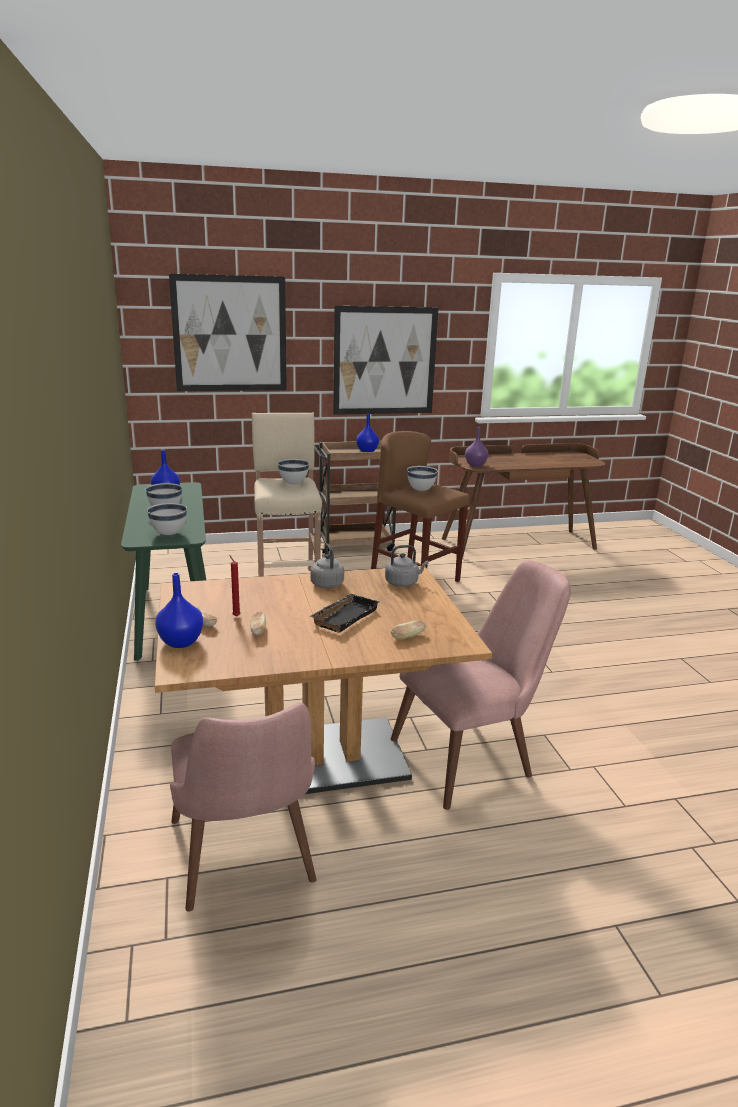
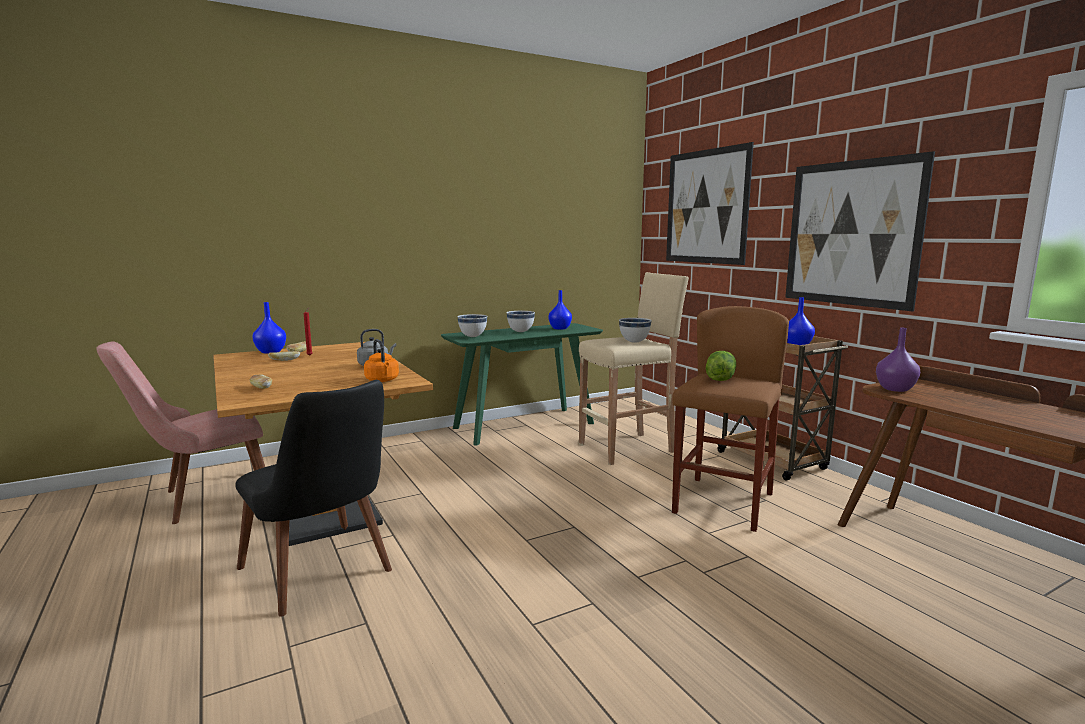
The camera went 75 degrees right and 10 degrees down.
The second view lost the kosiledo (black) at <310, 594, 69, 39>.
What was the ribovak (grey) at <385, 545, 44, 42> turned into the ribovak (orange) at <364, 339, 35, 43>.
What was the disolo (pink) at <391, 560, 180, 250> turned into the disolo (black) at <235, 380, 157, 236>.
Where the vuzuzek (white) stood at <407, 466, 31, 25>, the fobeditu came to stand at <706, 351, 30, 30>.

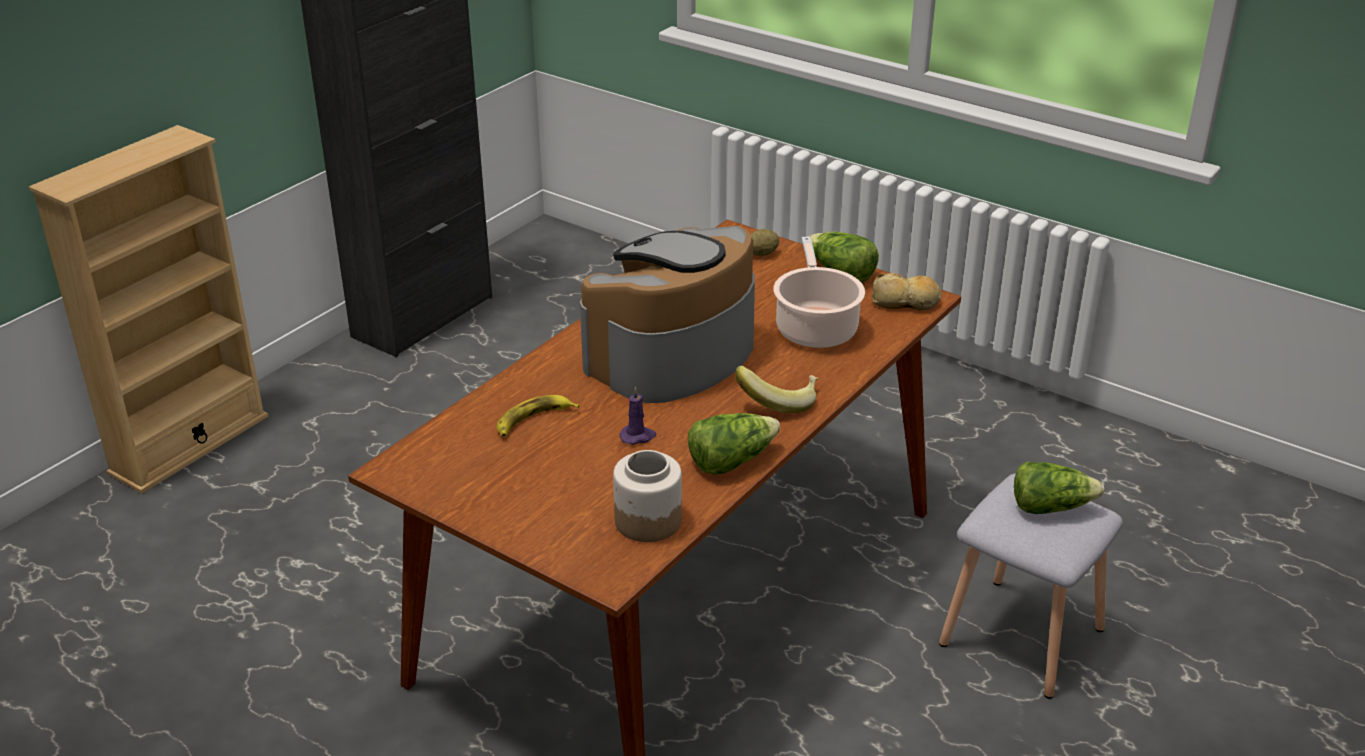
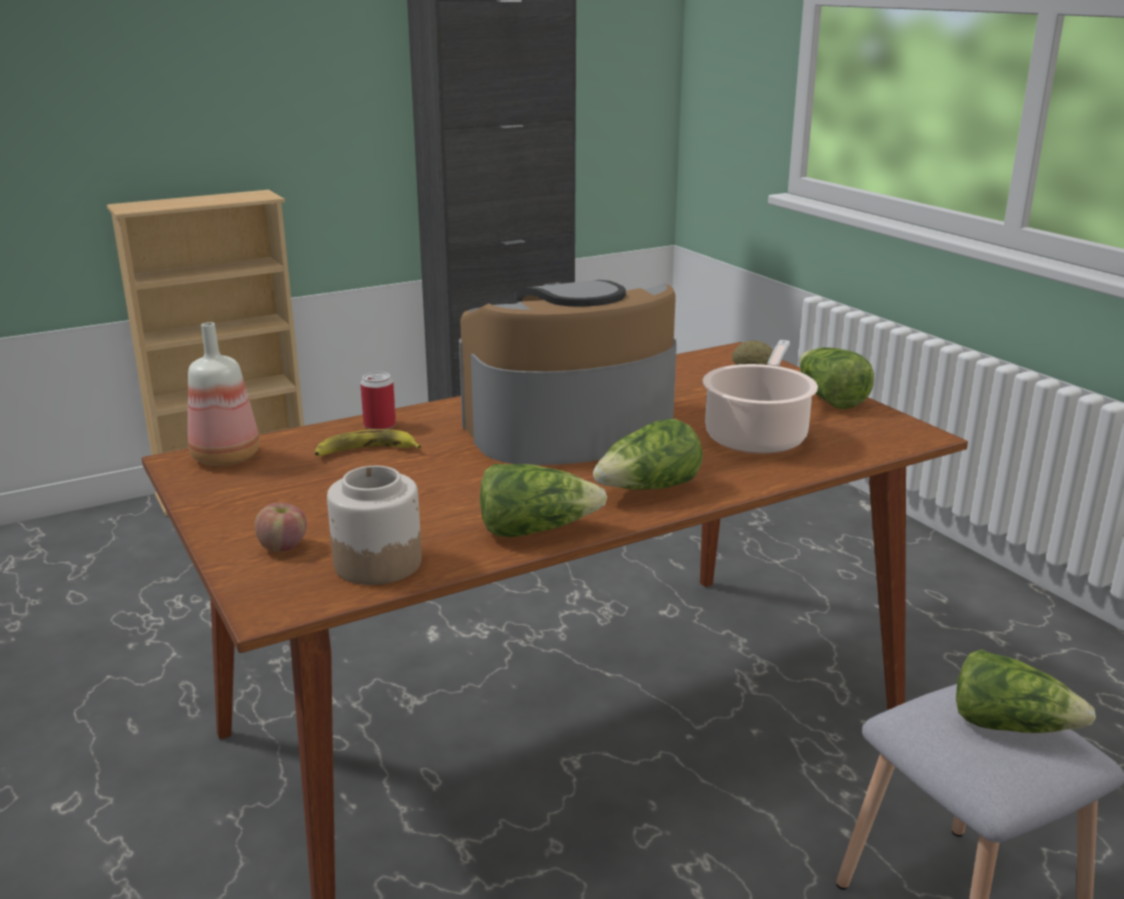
The camera went 25 degrees right and 10 degrees down.
The second view lost the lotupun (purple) at <619, 387, 37, 58>.
Where the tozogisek stood at <735, 366, 83, 47>, the fobeditu came to stand at <593, 419, 110, 71>.
The second view lost the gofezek at <872, 273, 70, 37>.
The second view gained the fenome at <188, 322, 72, 144>.
The second view gained the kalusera at <255, 503, 52, 49>.
The second view gained the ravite at <360, 371, 36, 59>.

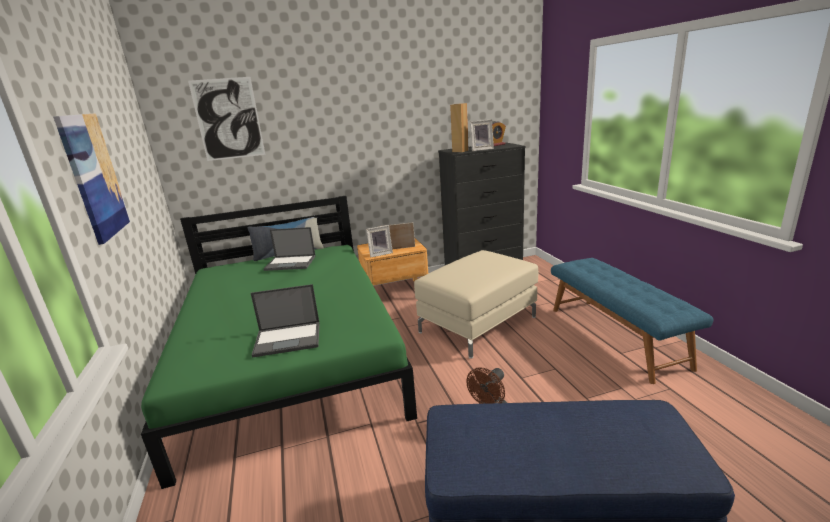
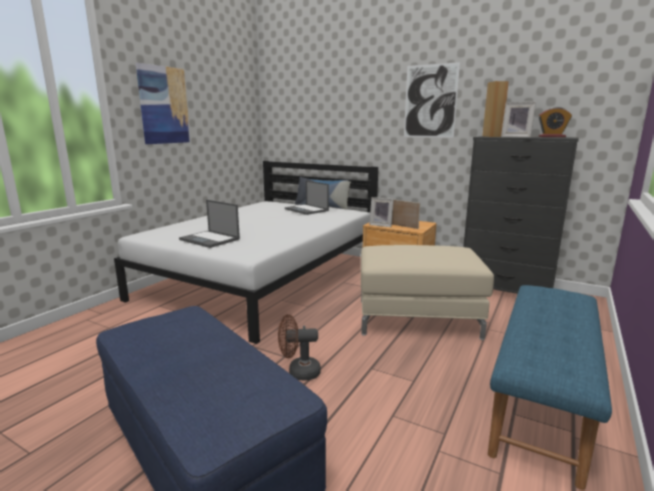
The camera went 45 degrees right and 5 degrees down.
What was the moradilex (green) at <141, 196, 276, 293> turned into the moradilex (white) at <114, 161, 264, 183>.
The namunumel ended up elsewhere, having gone from <188, 77, 77, 84> to <404, 62, 56, 76>.

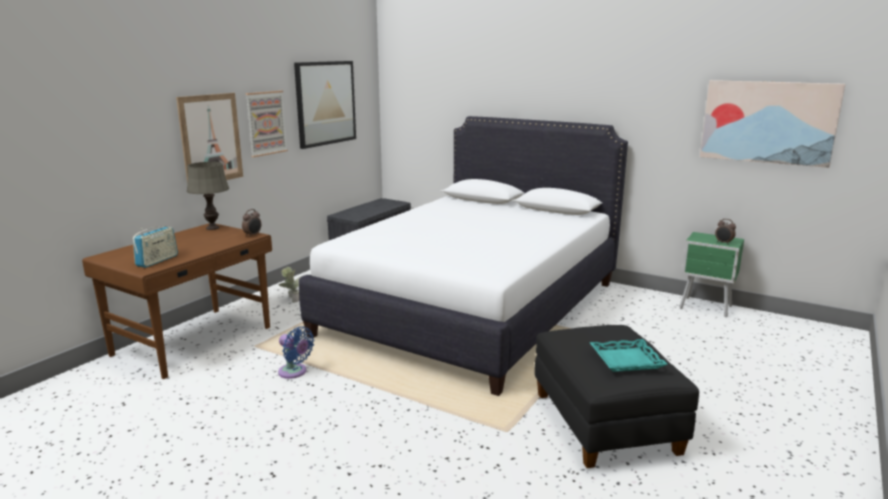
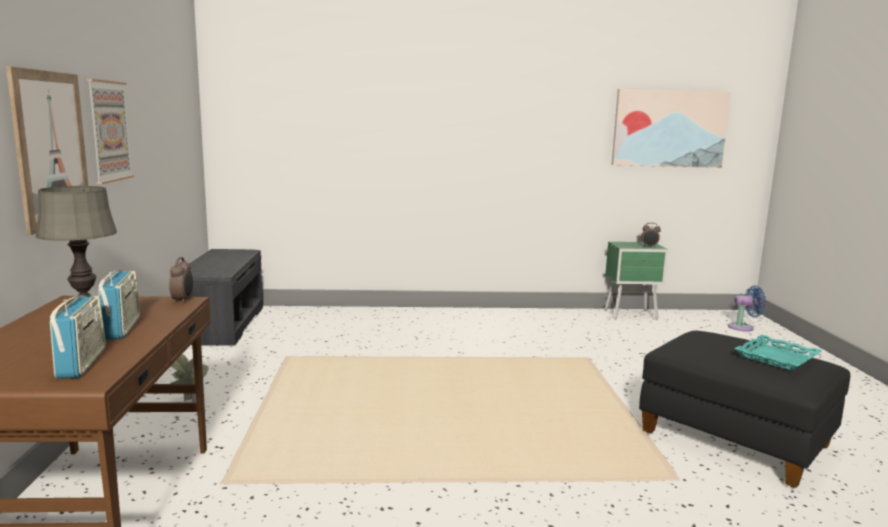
The camera went 35 degrees left and 5 degrees down.
The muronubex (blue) ended up elsewhere, having gone from <278, 327, 36, 52> to <728, 285, 38, 47>.
The second view lost the namunumel at <294, 61, 62, 88>.
The second view lost the moradilex (white) at <299, 116, 329, 280>.
The second view gained the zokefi at <98, 270, 42, 70>.

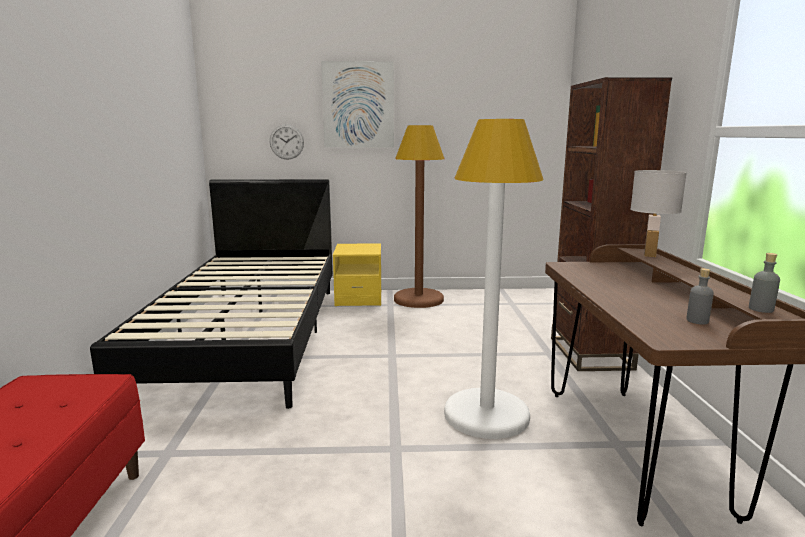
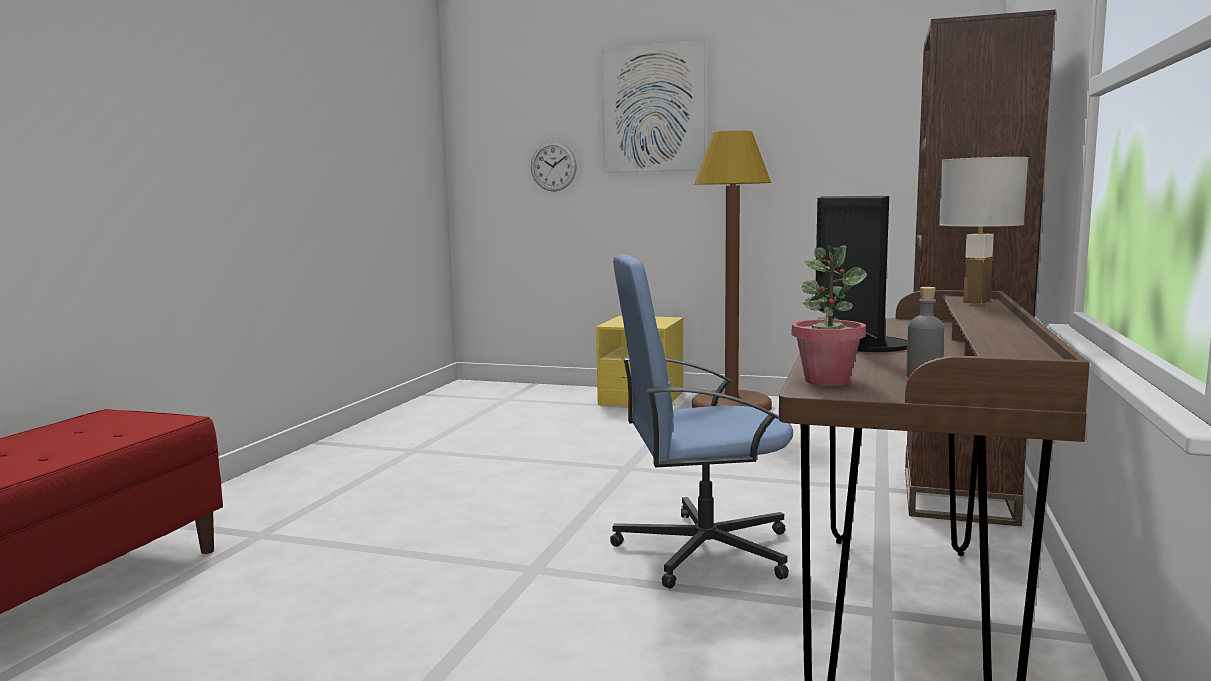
The camera went 20 degrees right and 5 degrees down.
The second view lost the moradilex (black) at <90, 179, 243, 230>.
Where the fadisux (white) stood at <444, 119, 100, 320>, the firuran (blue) came to stand at <610, 254, 183, 335>.
The second view lost the fenome (grey) at <749, 253, 31, 60>.
The second view gained the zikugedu at <792, 245, 75, 141>.
The second view gained the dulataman at <815, 196, 92, 156>.

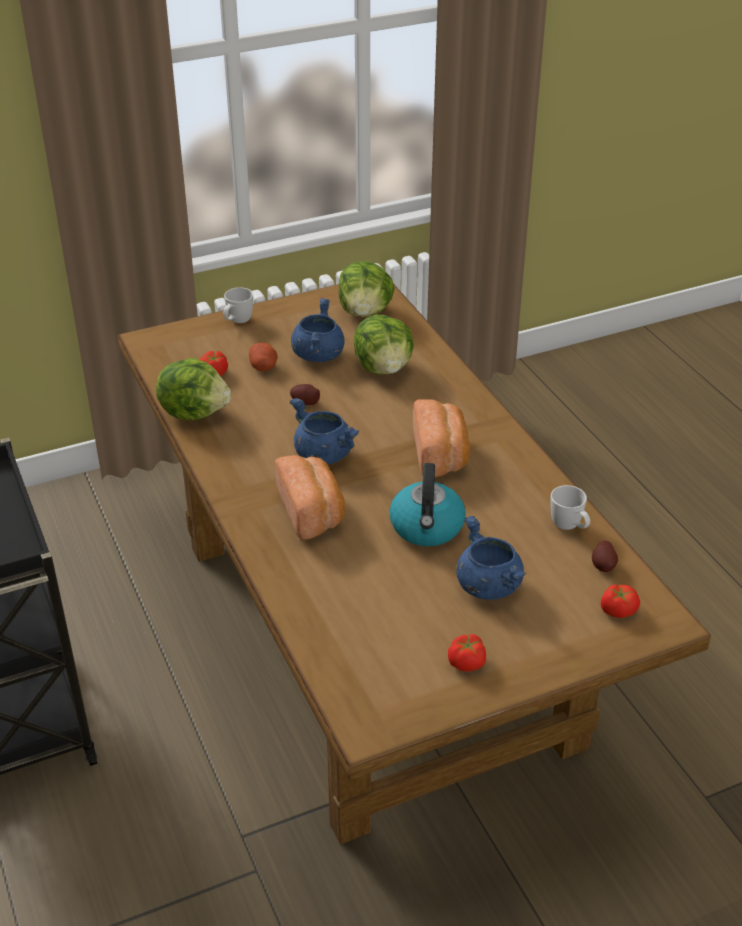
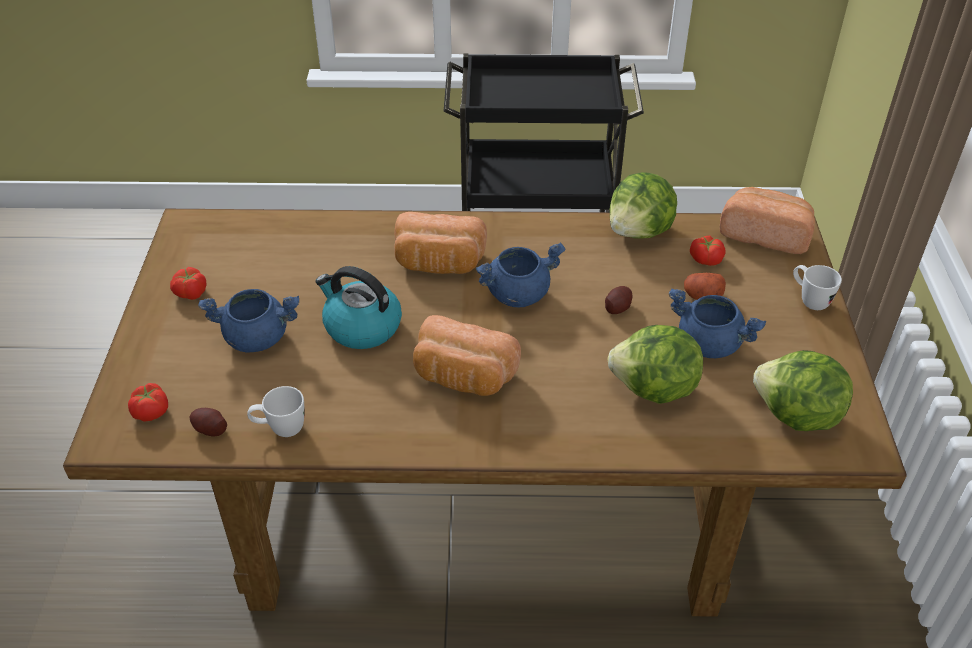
The camera went 115 degrees right and 5 degrees up.
The second view gained the gofezek at <720, 187, 95, 67>.

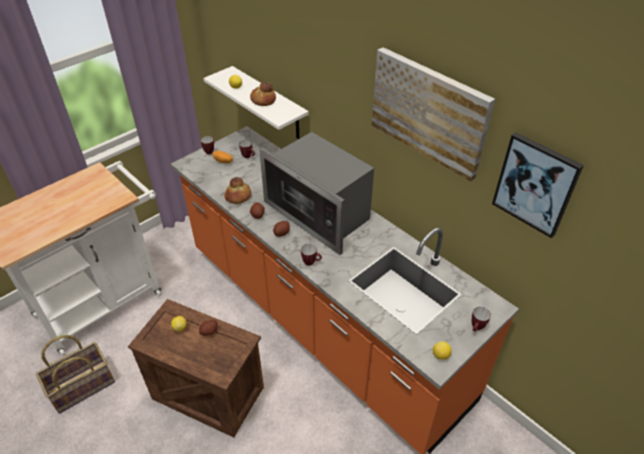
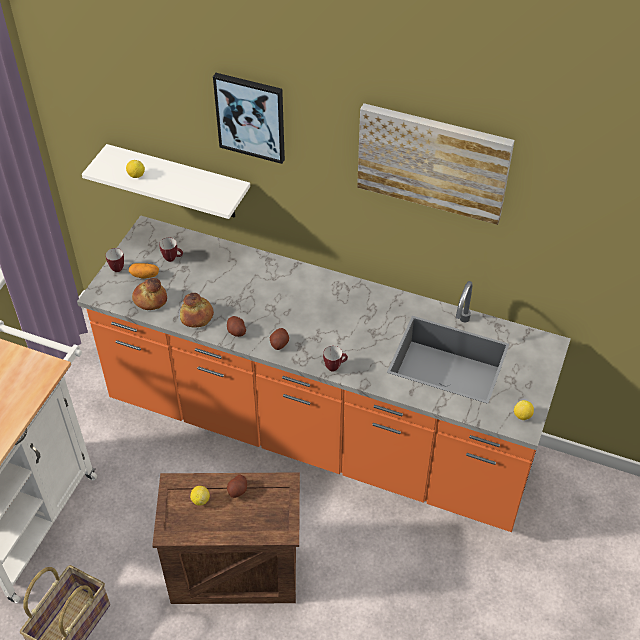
The camera went 25 degrees left and 5 degrees up.
The gofezek ended up elsewhere, having gone from <250, 82, 26, 24> to <132, 278, 35, 32>.
The second view lost the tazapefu at <259, 132, 115, 123>.
The second view lost the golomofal at <472, 307, 19, 25>.
The namunumel ended up elsewhere, having gone from <492, 132, 92, 106> to <213, 73, 72, 91>.

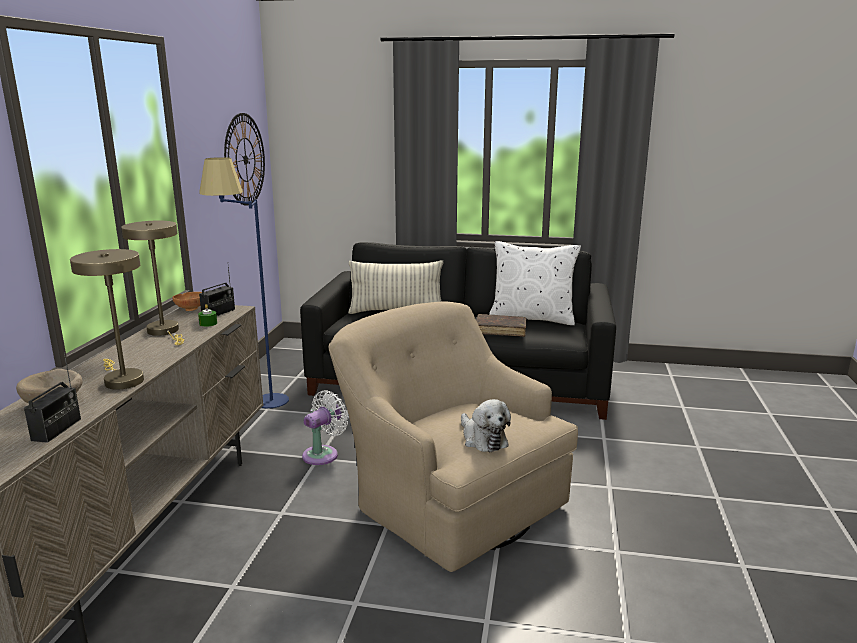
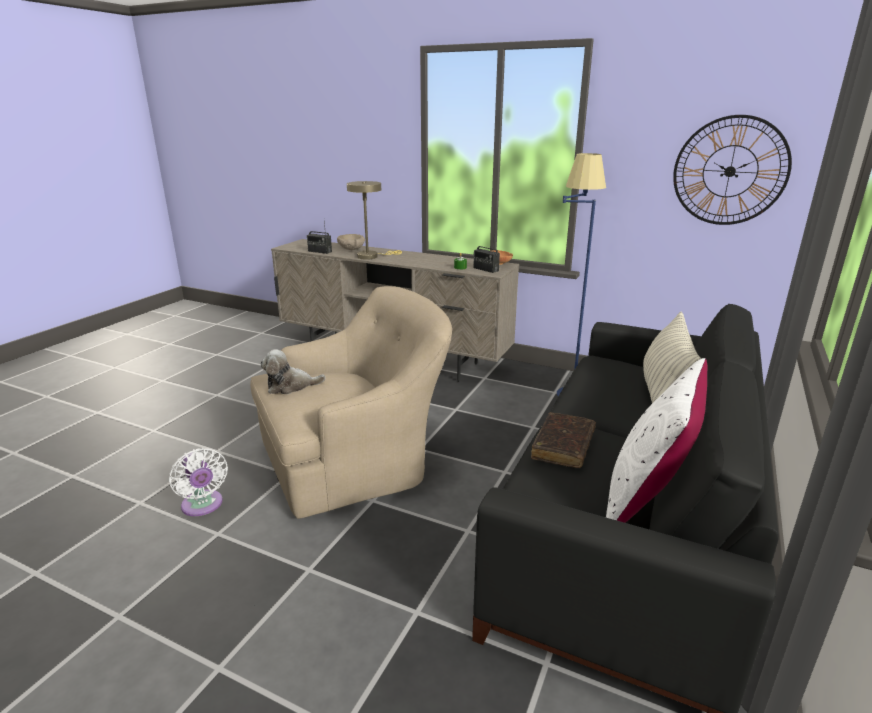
The camera went 105 degrees right and 5 degrees up.
The second view lost the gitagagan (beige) at <121, 221, 63, 124>.
The muronubex (white) ended up elsewhere, having gone from <302, 390, 47, 75> to <169, 448, 59, 68>.

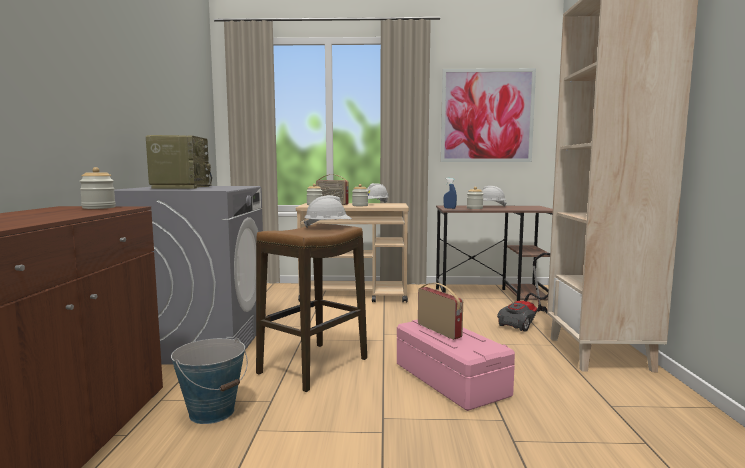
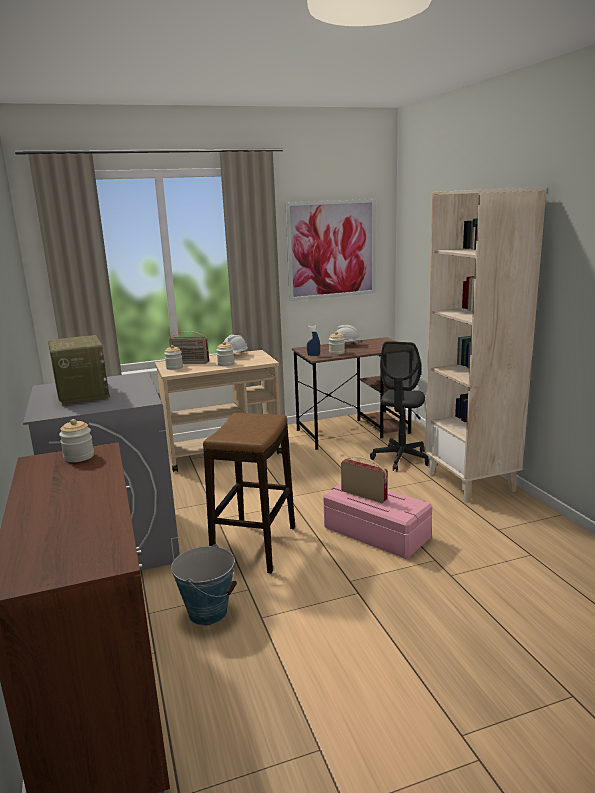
The camera went 20 degrees left and 10 degrees up.
The second view lost the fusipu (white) at <304, 195, 48, 33>.
Where the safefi stood at <497, 253, 53, 78>, the firuran (grey) came to stand at <370, 341, 59, 130>.

